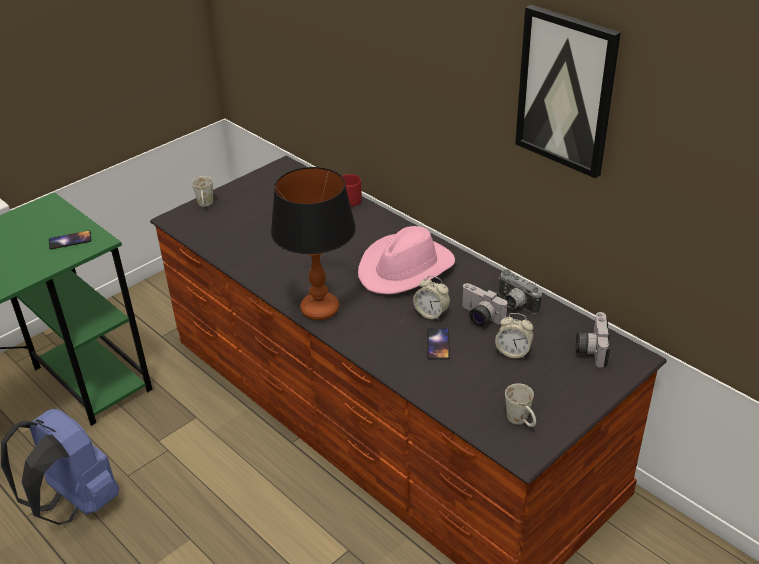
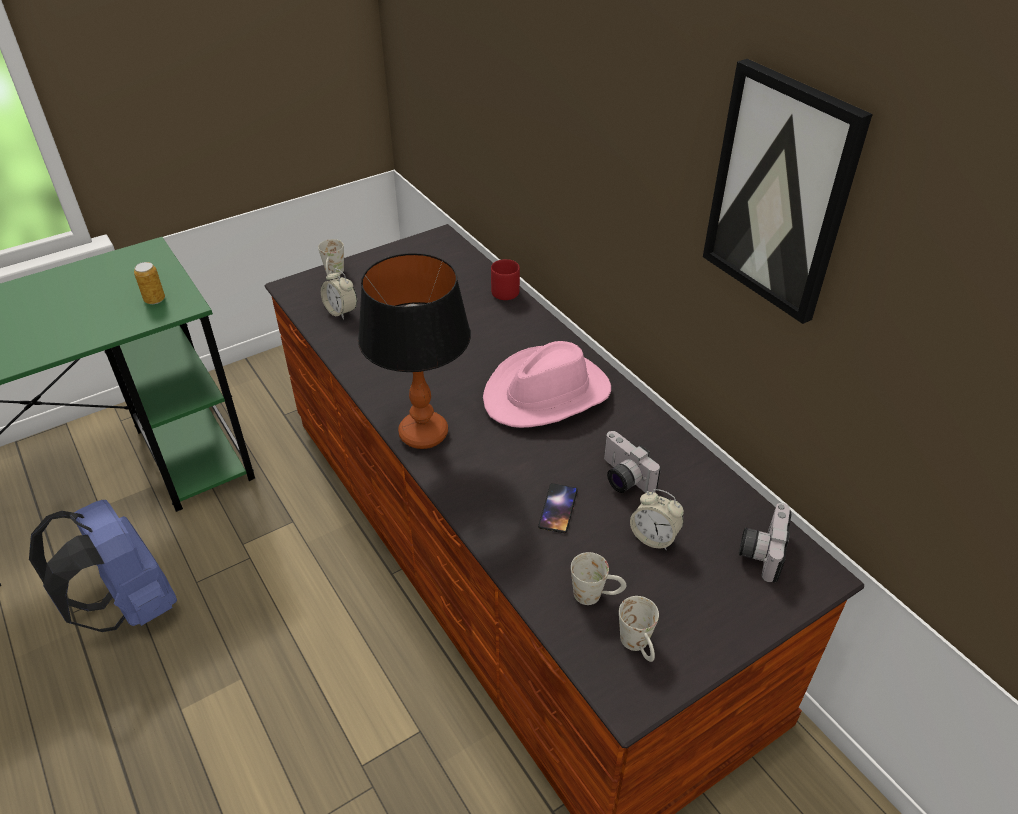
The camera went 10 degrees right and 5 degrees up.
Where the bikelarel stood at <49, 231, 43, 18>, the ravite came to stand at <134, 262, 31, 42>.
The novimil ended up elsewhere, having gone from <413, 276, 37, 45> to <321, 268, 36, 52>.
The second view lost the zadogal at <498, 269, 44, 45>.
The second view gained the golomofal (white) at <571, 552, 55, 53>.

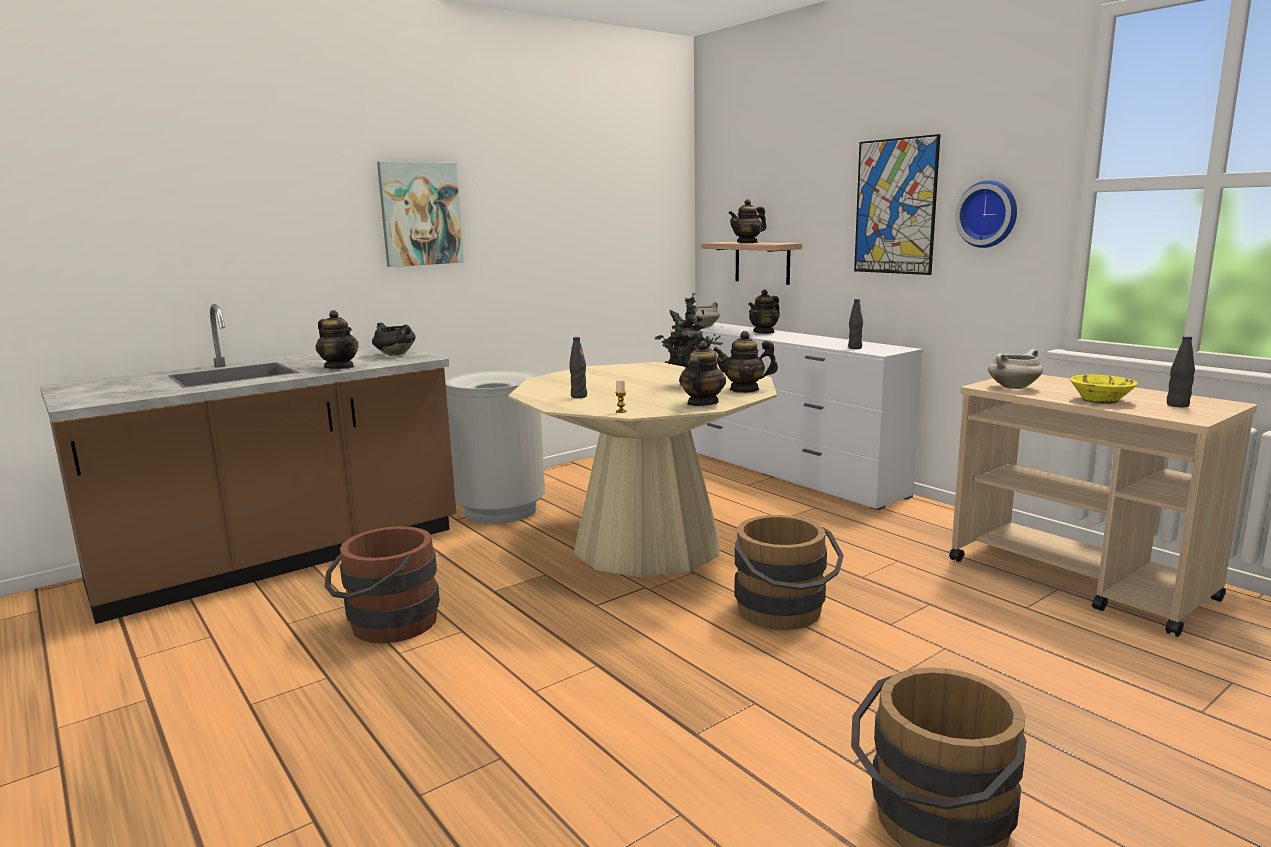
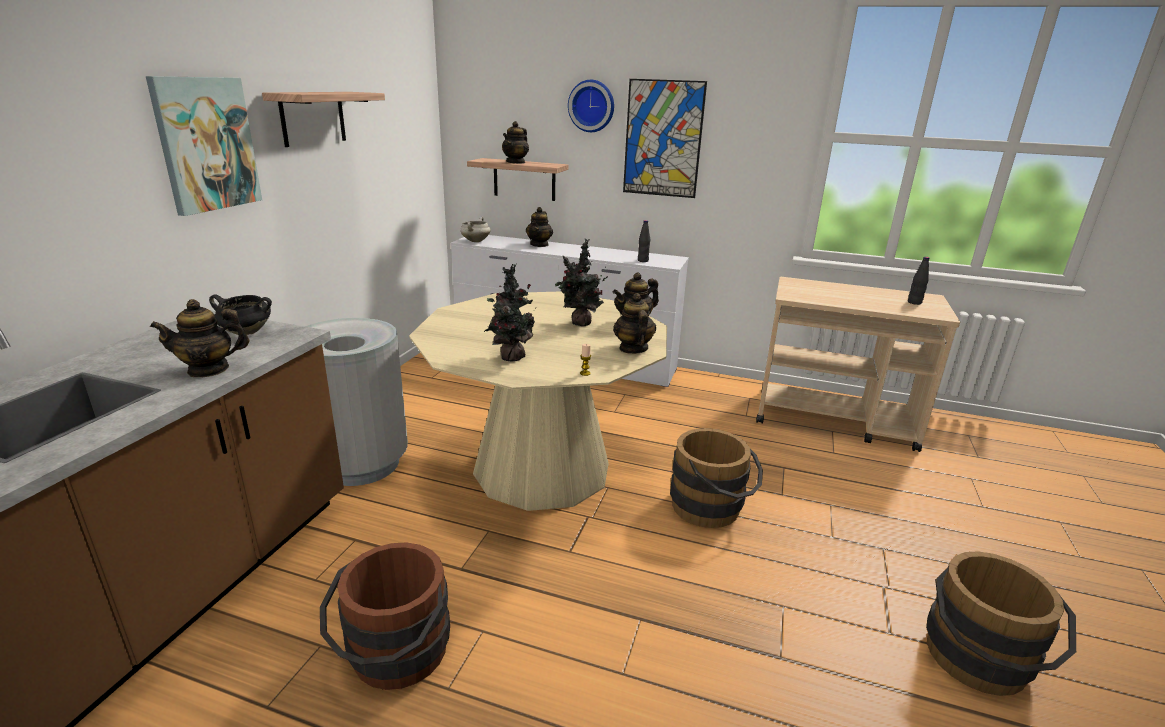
The camera went 35 degrees left and 10 degrees up.
The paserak at <315, 310, 44, 59> ended up facing another way, 150 degrees clockwise from before.
Where the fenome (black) stood at <569, 337, 18, 61>, the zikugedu came to stand at <484, 263, 51, 98>.
The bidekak ended up elsewhere, having gone from <955, 180, 62, 68> to <568, 80, 46, 52>.
The second view lost the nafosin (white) at <988, 349, 55, 40>.
The second view lost the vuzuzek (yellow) at <1070, 374, 68, 30>.
The second view gained the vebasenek at <262, 92, 123, 55>.

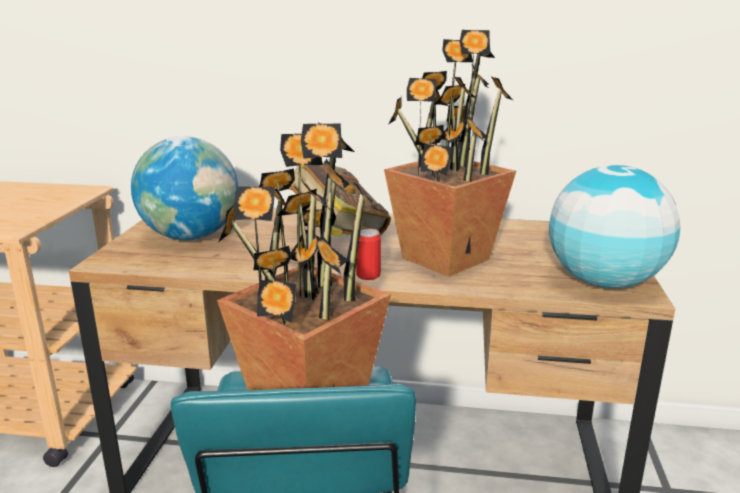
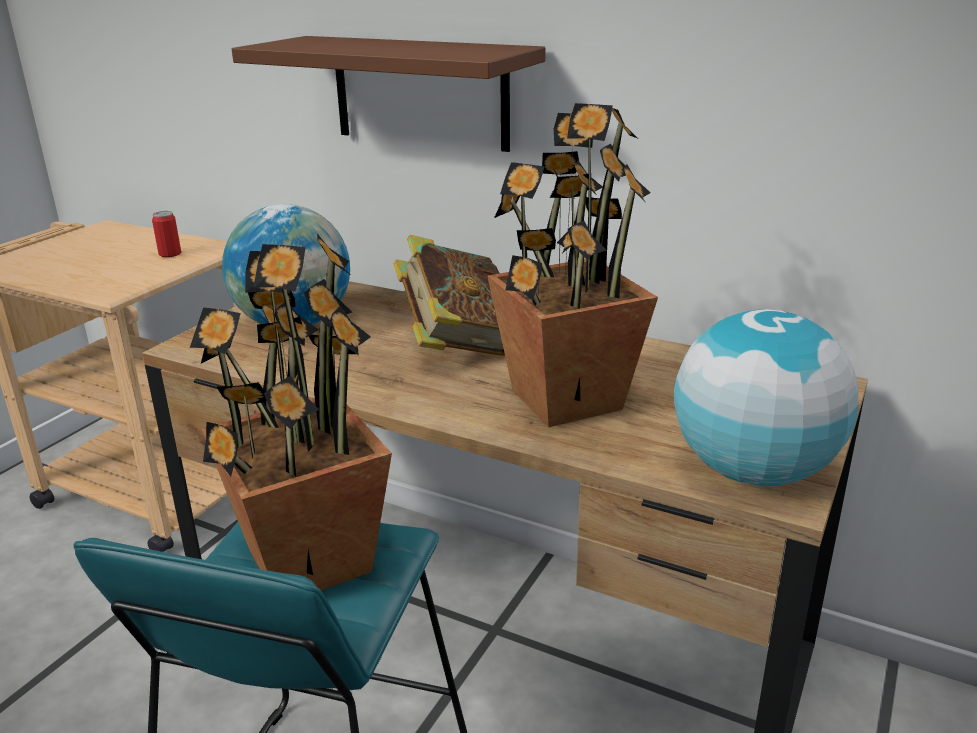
The camera went 20 degrees right and 5 degrees up.
The ravite ended up elsewhere, having gone from <356, 229, 25, 51> to <152, 211, 29, 46>.
The second view gained the vebasenek (brown) at <232, 36, 314, 116>.

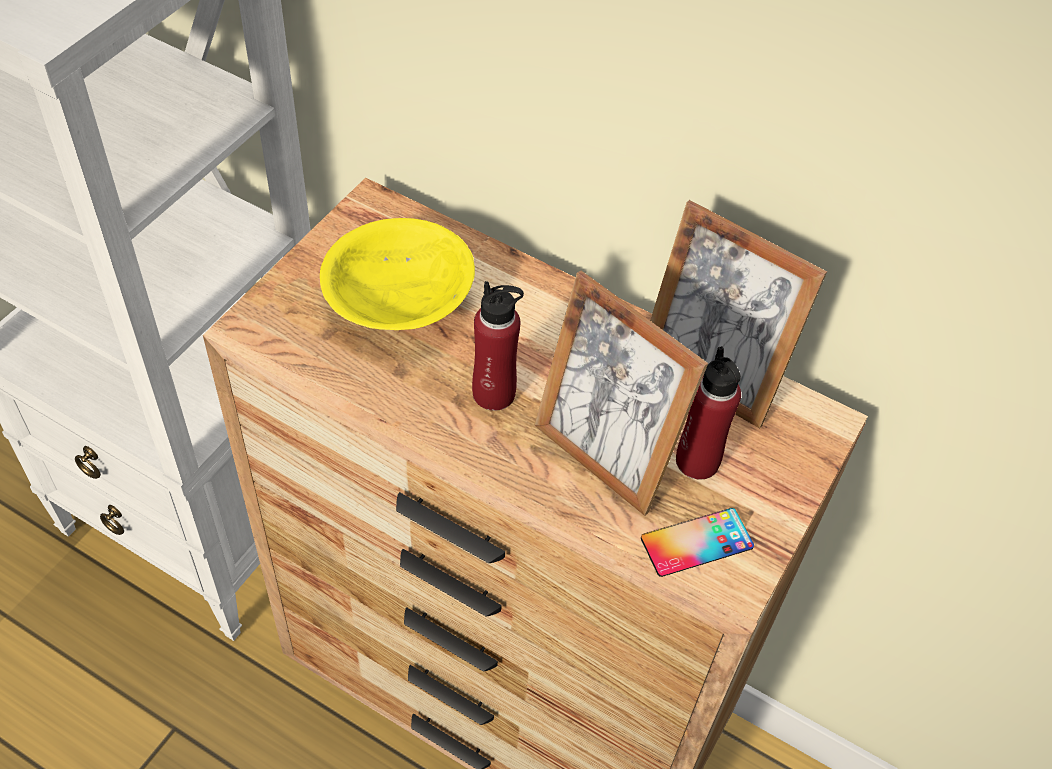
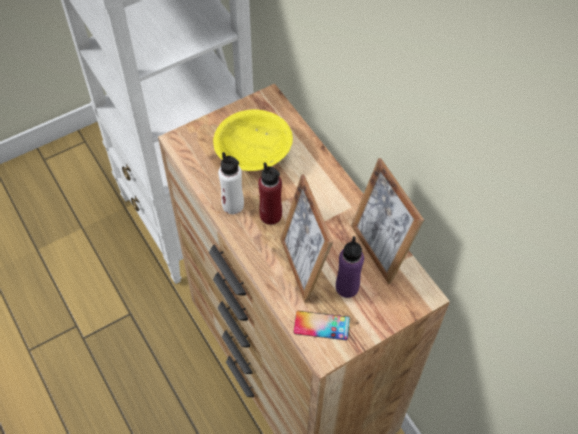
The camera went 30 degrees right and 5 degrees up.
What was the fenome (red) at <676, 346, 65, 133> turned into the fenome (purple) at <336, 236, 28, 62>.
The second view gained the fenome (white) at <218, 152, 26, 62>.

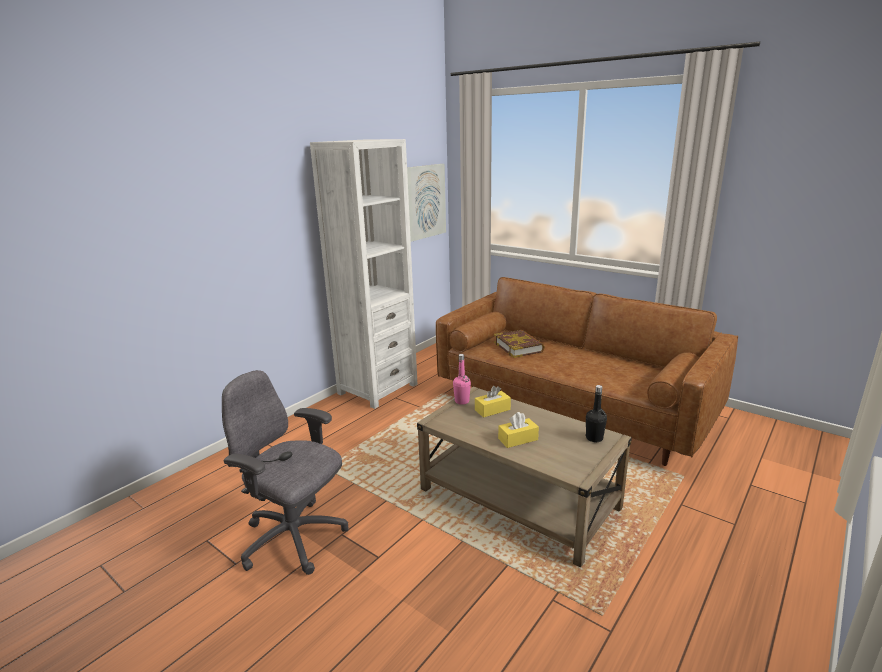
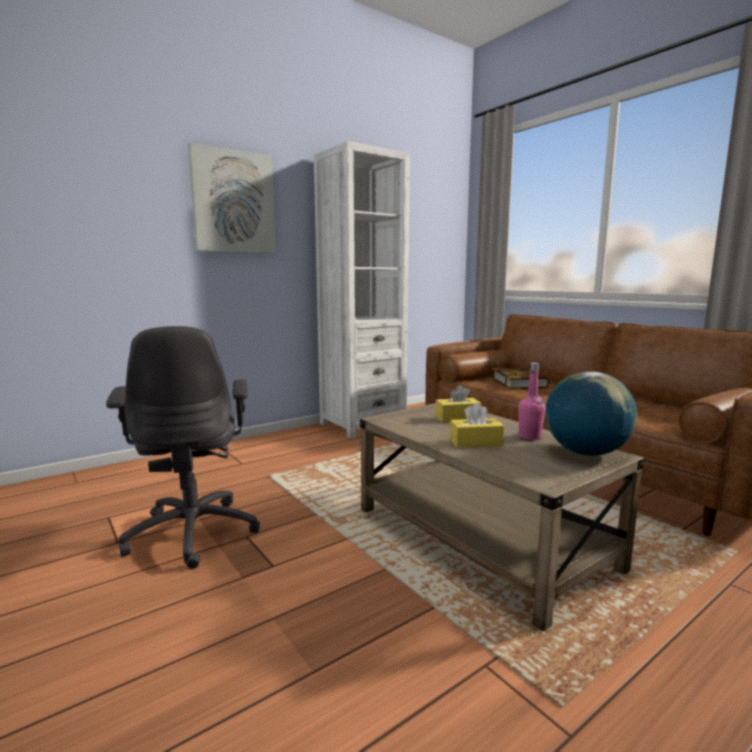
The camera went 15 degrees right and 10 degrees down.
The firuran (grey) at <222, 370, 126, 205> ended up facing another way, 150 degrees counterclockwise from before.
The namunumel ended up elsewhere, having gone from <407, 164, 39, 78> to <188, 143, 88, 110>.
The fenome (pink) ended up elsewhere, having gone from <453, 354, 18, 51> to <518, 363, 28, 77>.
Where the fenome (black) stood at <586, 385, 21, 57>, the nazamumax came to stand at <546, 371, 91, 85>.

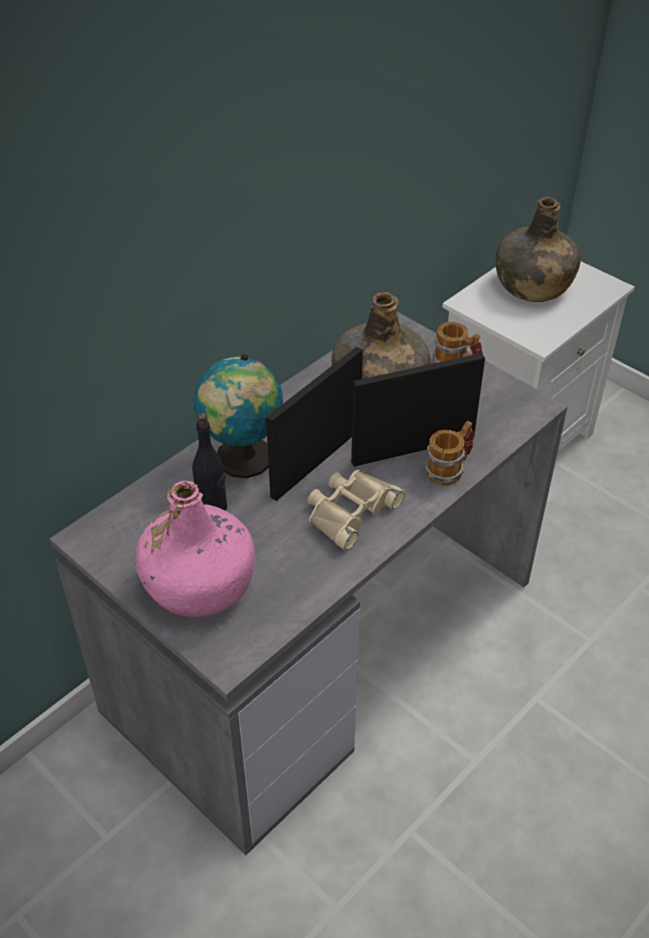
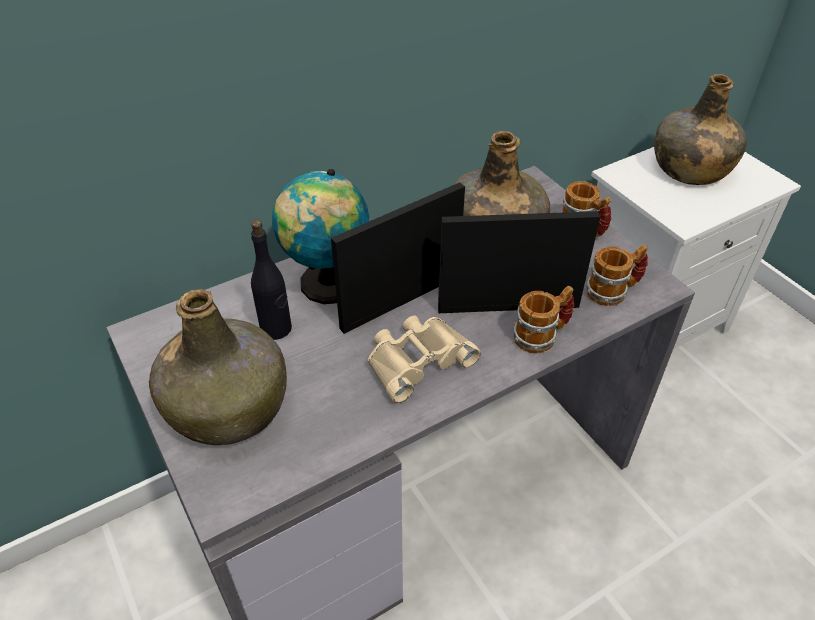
The camera went 15 degrees right and 0 degrees up.
What was the fenome (pink) at <135, 481, 120, 136> turned into the fenome (green) at <149, 289, 138, 156>.
The second view gained the golomofal at <586, 244, 62, 62>.

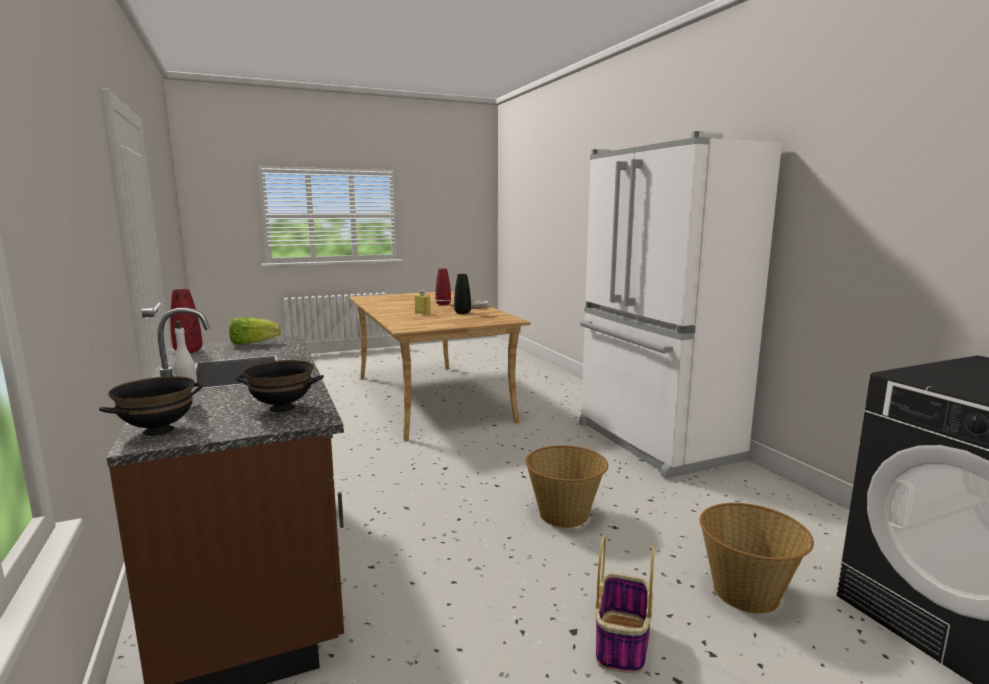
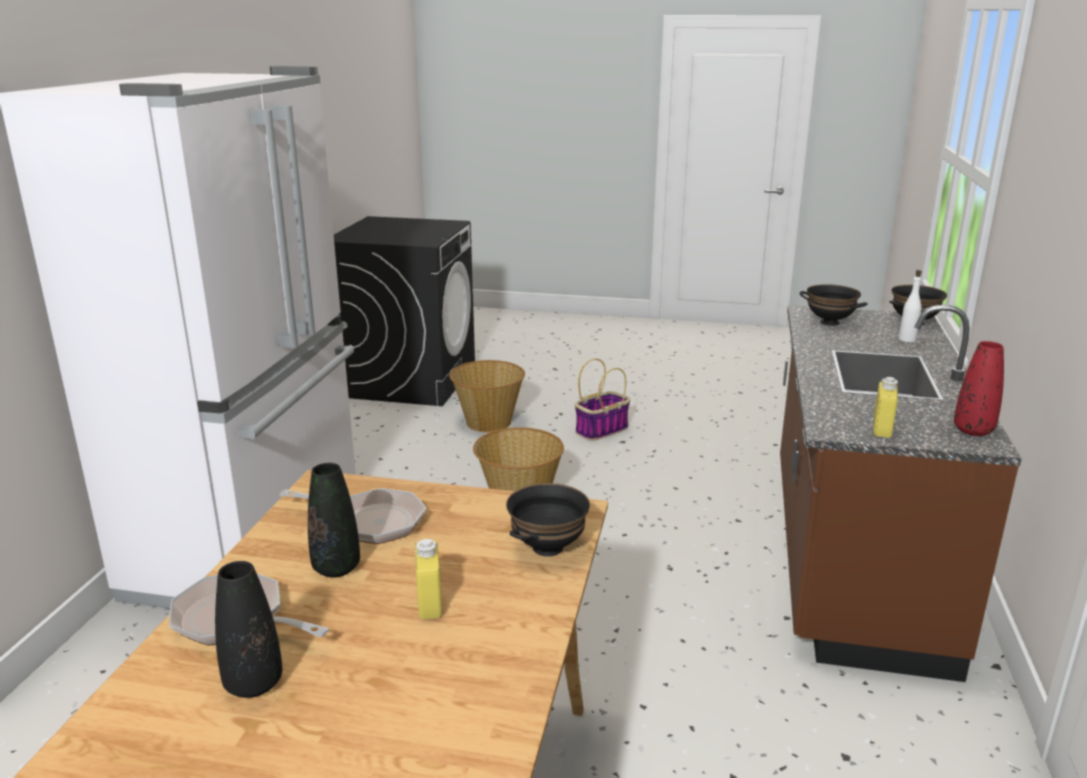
The camera went 145 degrees left and 10 degrees up.
Where the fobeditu stood at <229, 317, 52, 28>, the fenome (yellow) came to stand at <874, 377, 24, 61>.
What was the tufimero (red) at <436, 269, 15, 36> turned into the tufimero (black) at <215, 561, 67, 137>.
The second view gained the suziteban at <280, 488, 146, 56>.
The second view gained the vuzuzek (black) at <506, 483, 84, 74>.

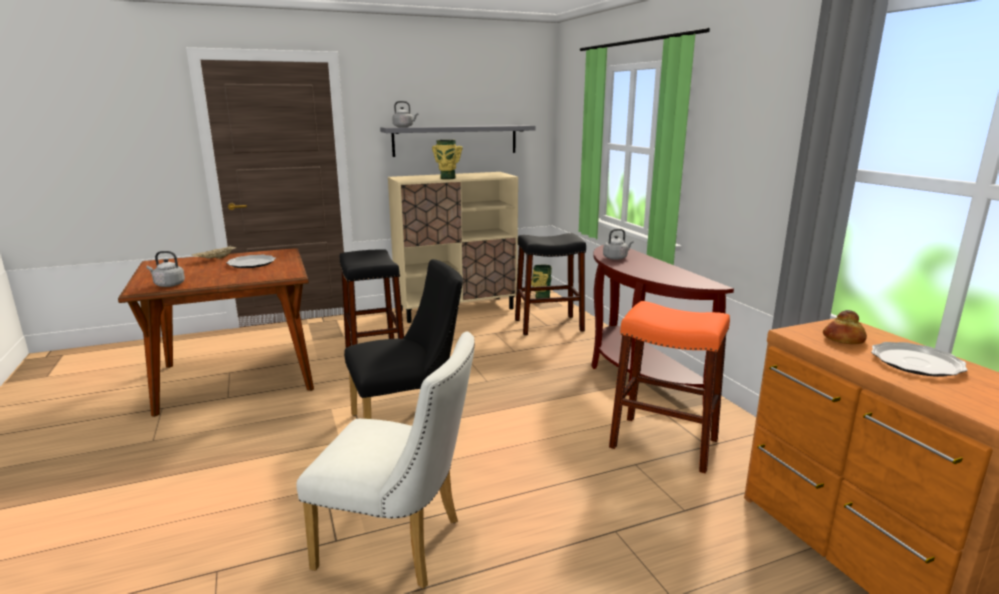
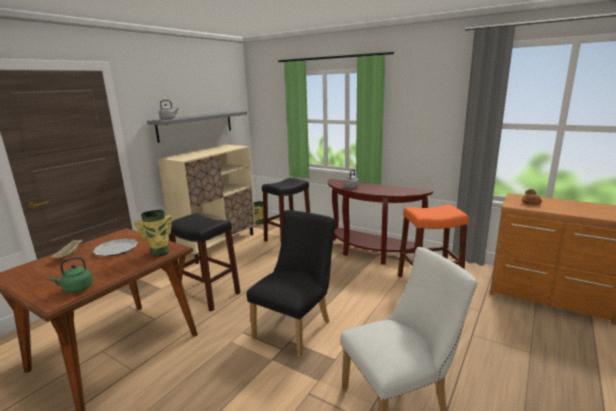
The camera went 35 degrees left and 0 degrees up.
What was the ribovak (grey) at <146, 251, 39, 36> turned into the ribovak (green) at <49, 257, 44, 36>.
The tufimero ended up elsewhere, having gone from <432, 140, 31, 40> to <134, 210, 38, 47>.
The second view lost the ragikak at <871, 342, 97, 35>.

